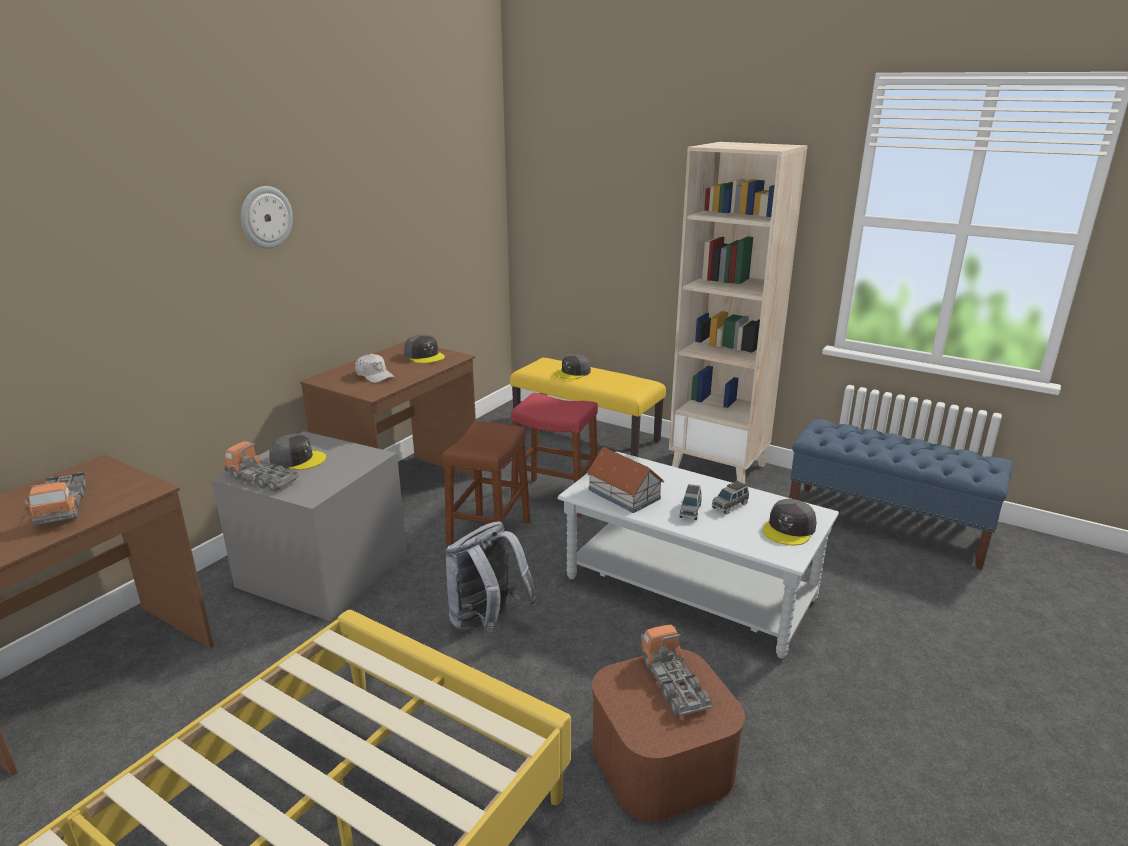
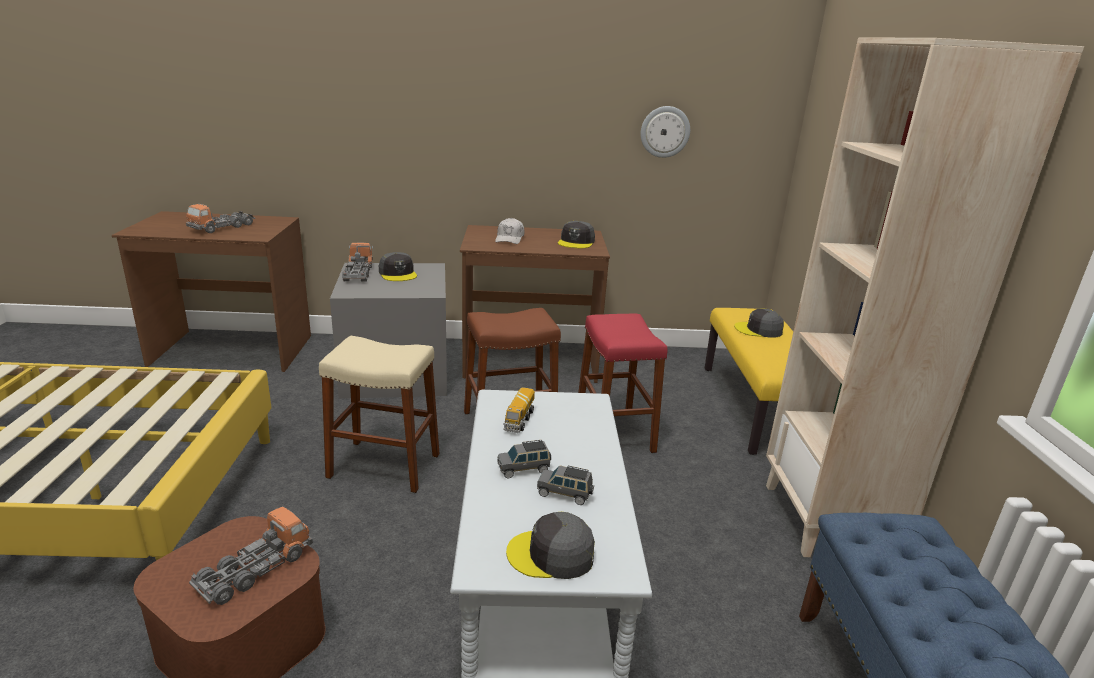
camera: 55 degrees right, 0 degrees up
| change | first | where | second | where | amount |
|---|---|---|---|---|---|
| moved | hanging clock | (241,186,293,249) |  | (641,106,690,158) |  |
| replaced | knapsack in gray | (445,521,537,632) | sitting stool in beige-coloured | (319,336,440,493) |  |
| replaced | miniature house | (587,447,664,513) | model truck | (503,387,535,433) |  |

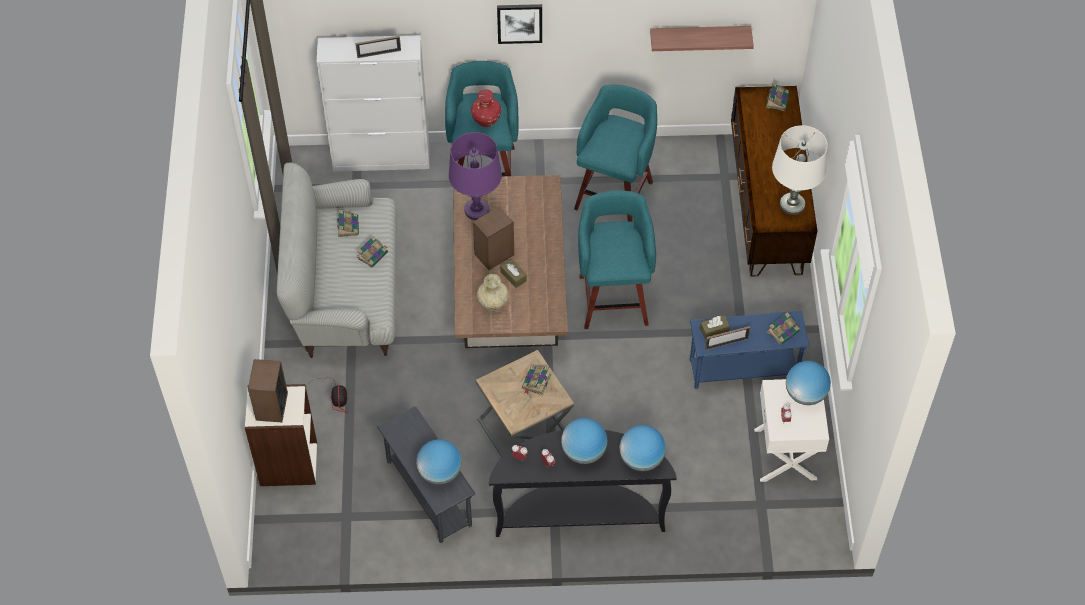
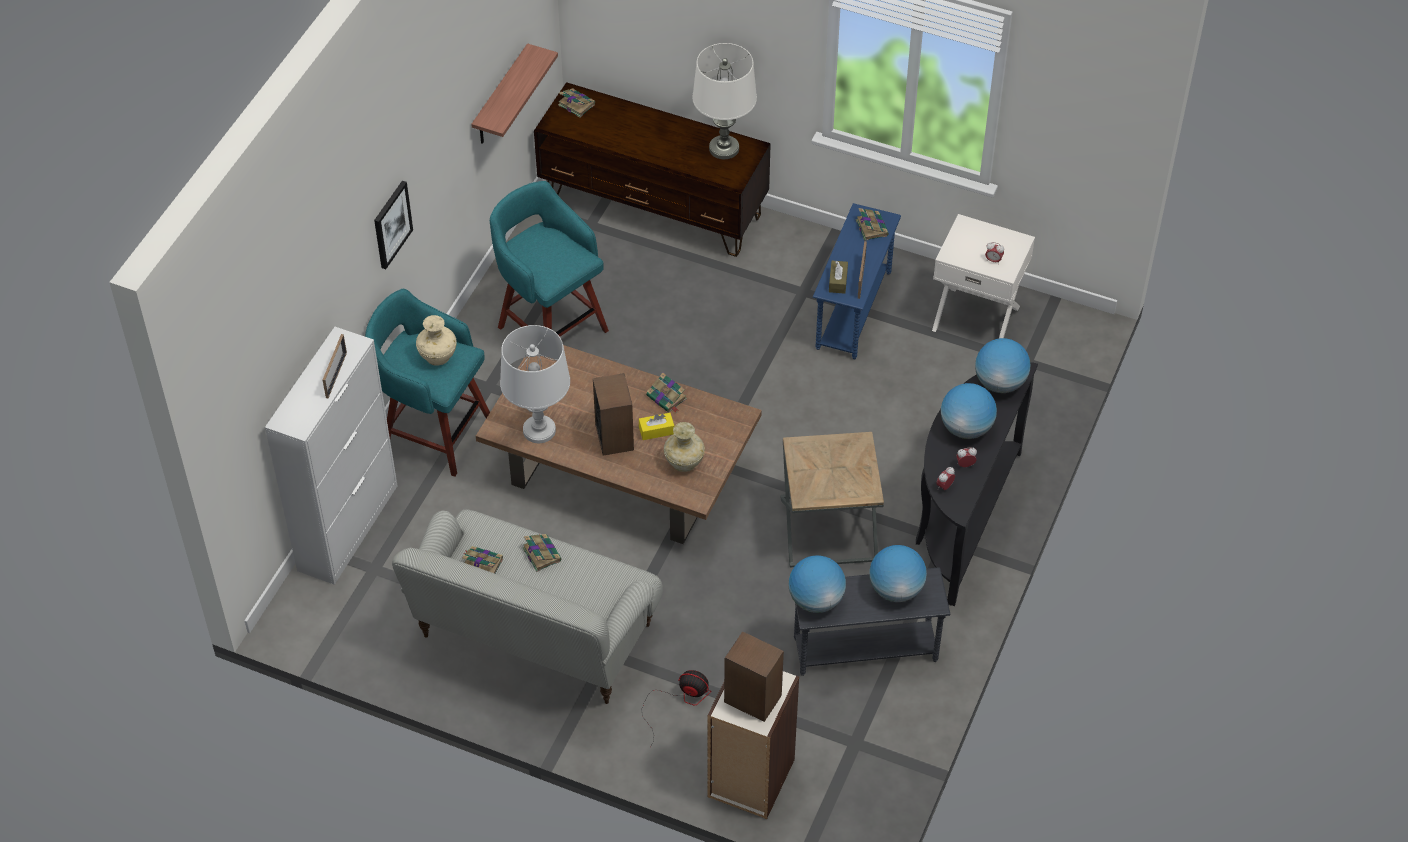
camera: 65 degrees left, 5 degrees down
| change | first | where | second | where | amount |
|---|---|---|---|---|---|
| removed | sitting stool in turquoise-coloured | (578,190,656,329) |  |  |  |
| moved | bound book | (522,366,551,395) |  | (646,373,687,412) |  |
| moved | globe | (786,361,831,405) |  | (789,555,846,613) |  |
| recoloured | lamp for a table in purple | (449,132,502,220) | lamp for a table in white-coloured | (500,325,570,443) |  |
| recoloured | decorative vase in red-coloured | (471,89,501,127) | decorative vase in beige-coloured | (416,315,457,366) |  |
| recoloured | box of tissues in brown-coloured | (500,259,527,288) | box of tissues in yellow | (639,413,674,440) |  |

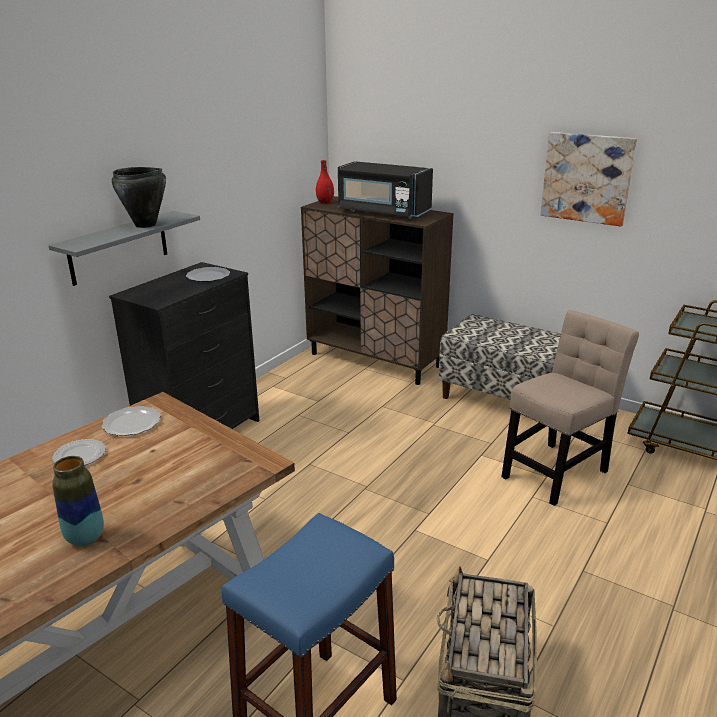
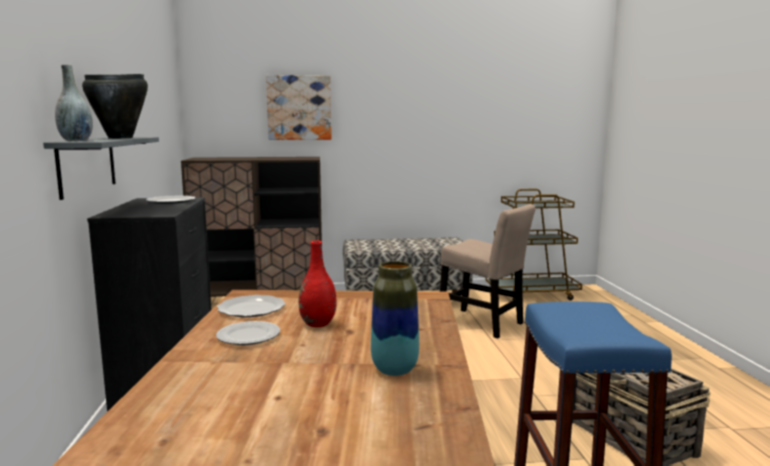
camera: 40 degrees left, 15 degrees down
| change | first | where | second | where | amount |
|---|---|---|---|---|---|
| removed | microwave oven in blackish | (338,161,433,219) |  |  |  |
| added |  |  | decorative vase in gray | (55,64,93,141) |  |
| moved | decorative vase in red-coloured | (316,160,334,204) |  | (299,241,337,327) |  |
| moved | wall picture | (541,132,637,227) |  | (266,75,332,140) |  |
| turned | upright chair in beige-coloured | (501,310,639,506) |  | (440,204,535,338) | 120 degrees clockwise |

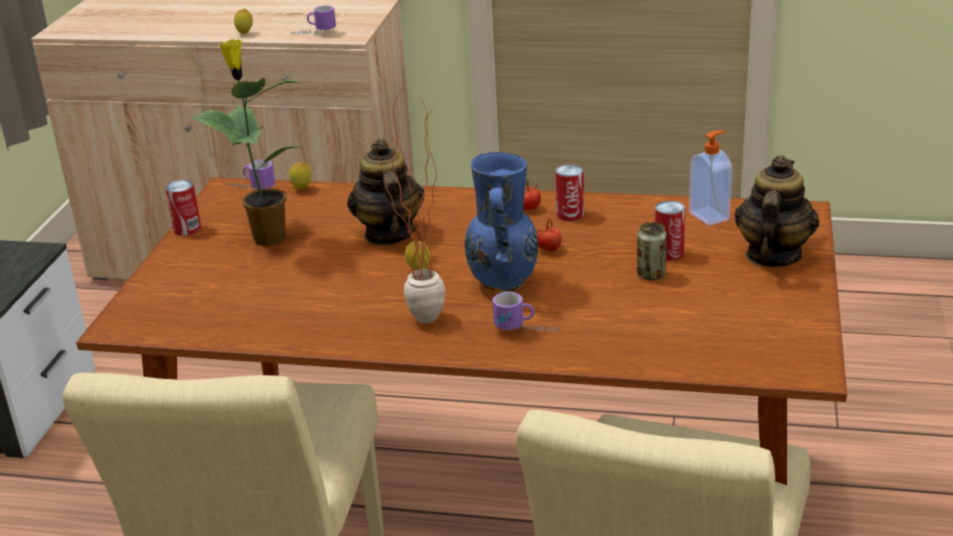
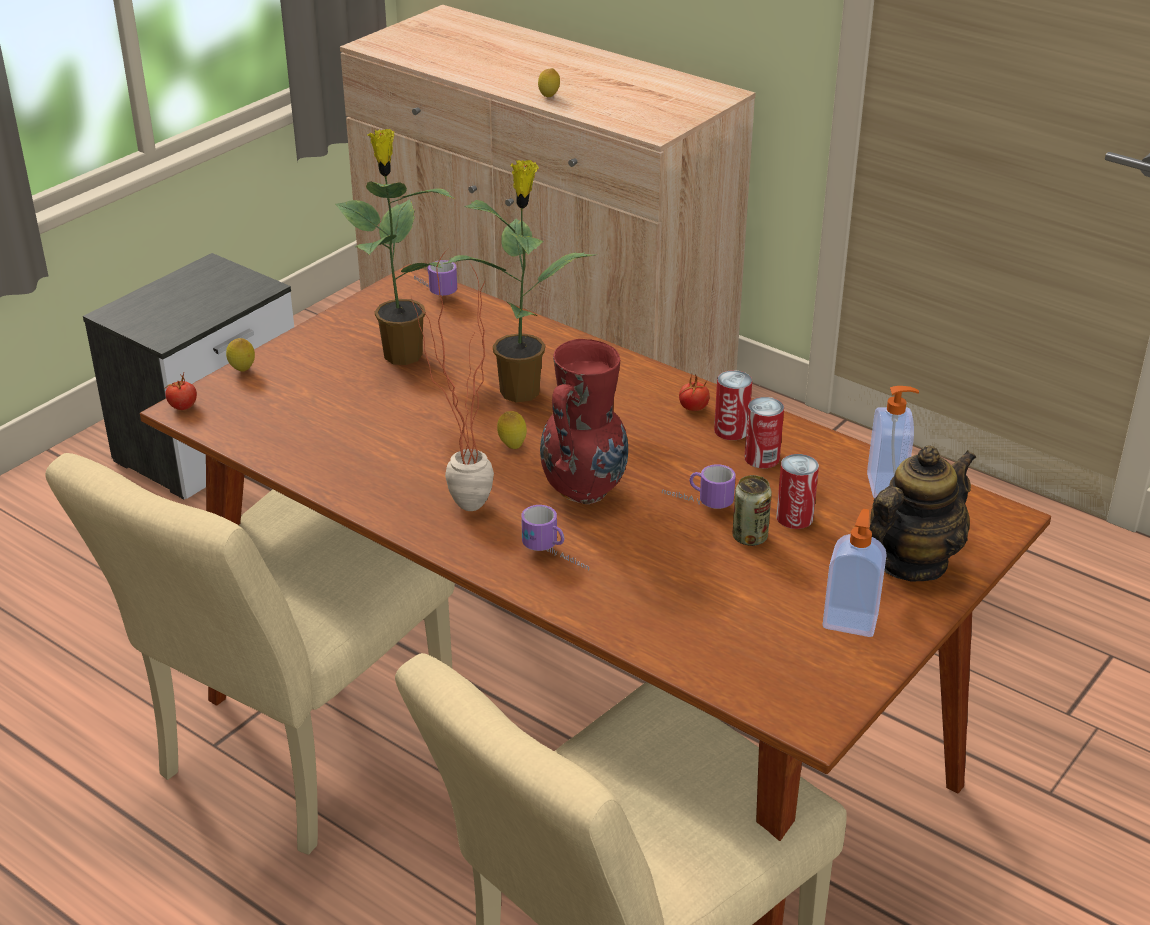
camera: 25 degrees right, 5 degrees up
| change | first | where | second | where | amount |
|---|---|---|---|---|---|
| added |  |  | soap bottle | (823,509,887,637) |  |
| moved | metal can | (165,180,201,236) |  | (744,397,784,468) |  |
| moved | lemon | (289,162,312,189) |  | (226,338,255,372) |  |
| moved | tea mug | (291,6,336,35) |  | (662,464,736,509) |  |
| moved | whole tomato | (537,219,562,251) |  | (165,373,197,410) |  |
| replaced | tea pot | (347,139,425,245) | houseplant | (443,160,598,402) |  |
| recoloured | decorative vase in bluish | (465,152,538,292) | decorative vase in red-coloured | (540,339,628,505) |  |

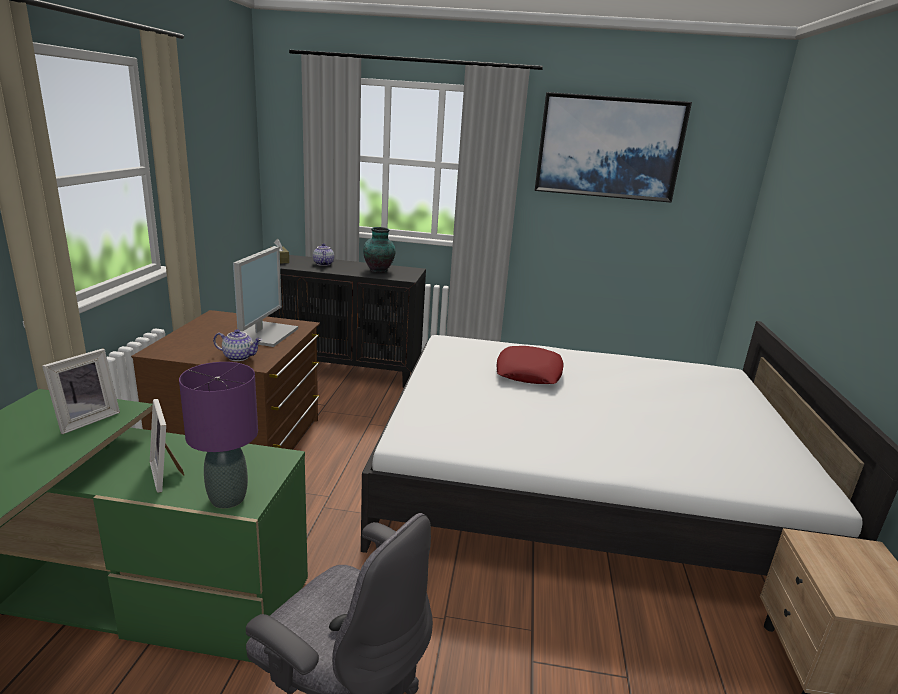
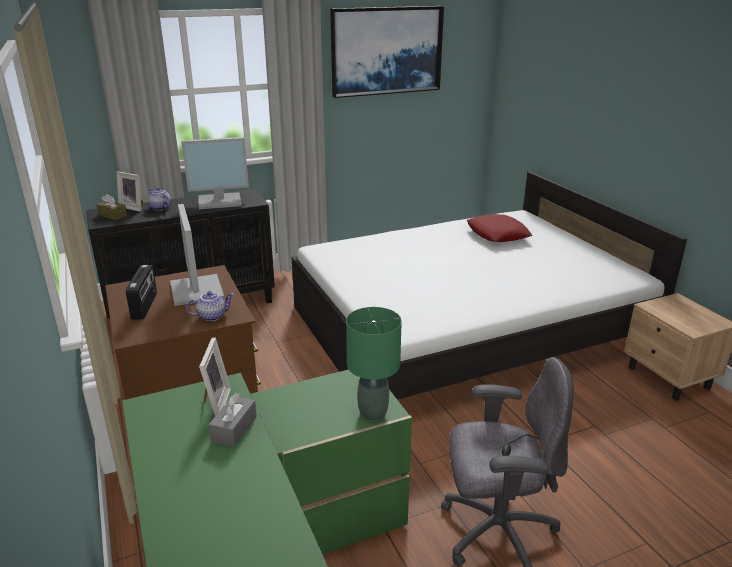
camera: 30 degrees left, 5 degrees up
| change | first | where | second | where | amount |
|---|---|---|---|---|---|
| added |  |  | radio set | (126,265,157,320) |  |
| added |  |  | box of tissues in gray | (209,393,257,447) |  |
| moved | picture frame | (150,399,184,493) |  | (117,171,143,212) |  |
| moved | pillow in red-coloured | (496,346,563,384) |  | (467,214,532,242) |  |
| replaced | decorative vase | (363,227,396,273) | monitor | (181,137,249,209) |  |
| recoloured | lamp for a table in purple | (179,362,258,509) | lamp for a table in greenish | (346,307,402,421) |  |

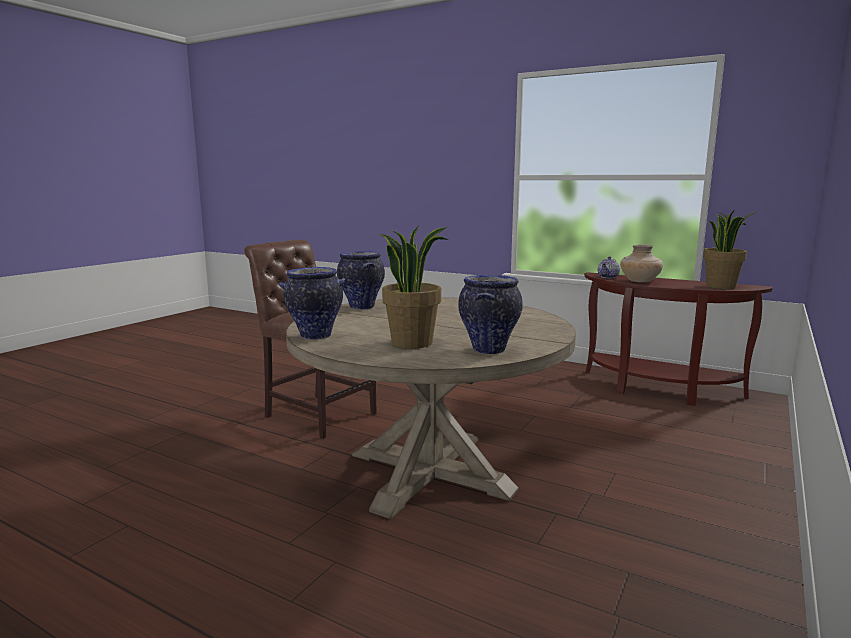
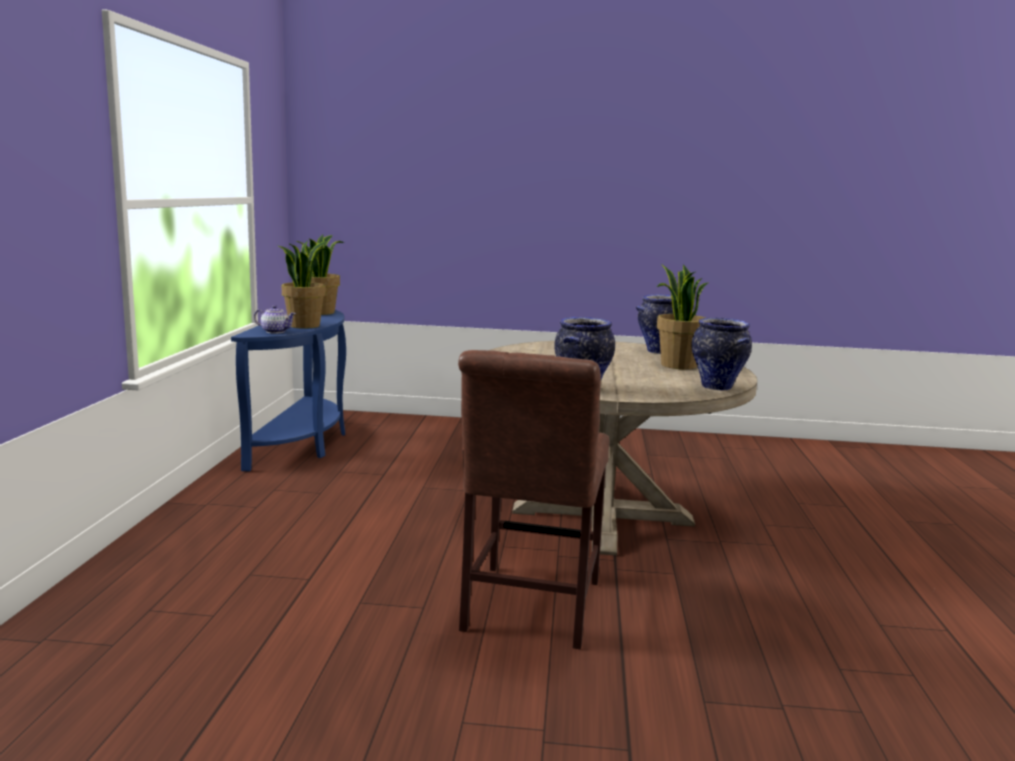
camera: 115 degrees left, 0 degrees up
| change | first | where | second | where | amount |
|---|---|---|---|---|---|
| replaced | decorative vase in beige-coloured | (620,245,663,282) | houseplant | (278,240,330,329) |  |
| recoloured | hall table in brown-coloured | (584,272,772,406) | hall table in bluish | (231,310,346,472) |  |

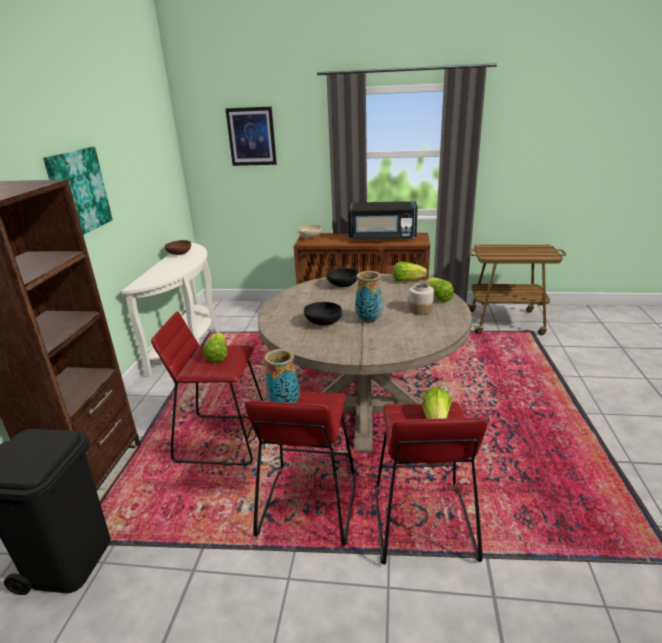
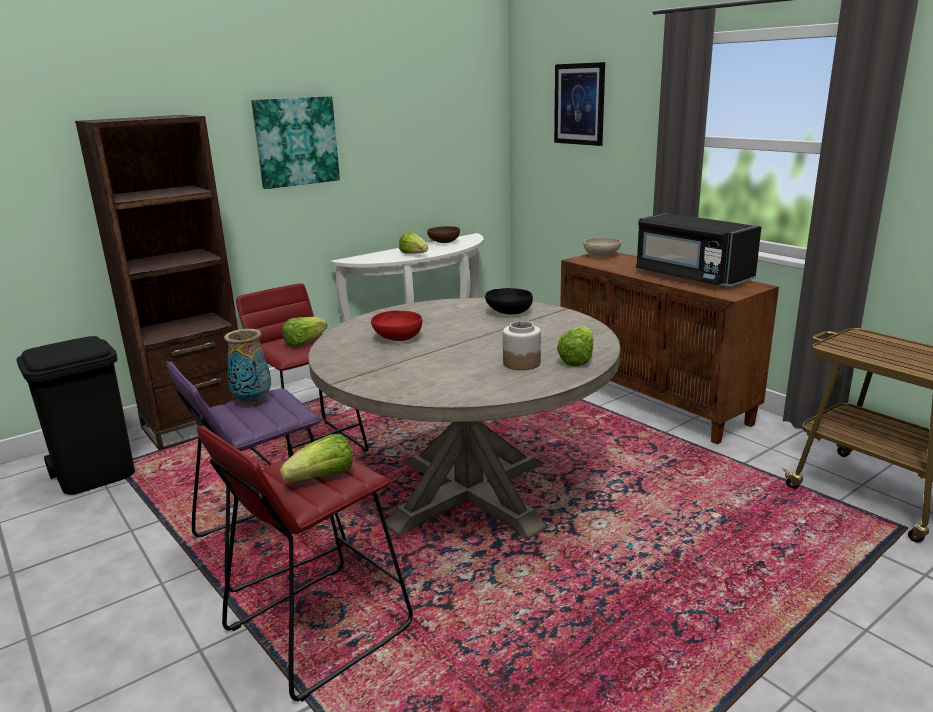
camera: 45 degrees right, 5 degrees down
| change | first | where | second | where | amount |
|---|---|---|---|---|---|
| removed | decorative vase | (355,271,383,323) |  |  |  |
| moved | head of lettuce | (393,262,427,282) |  | (399,232,428,254) |  |
| recoloured | sitting stool in red-coloured | (245,391,356,546) | sitting stool in purple | (166,362,345,592) |  |
| recoloured | bowl in blackish | (304,302,342,326) | bowl in red-coloured | (371,310,422,341) |  |

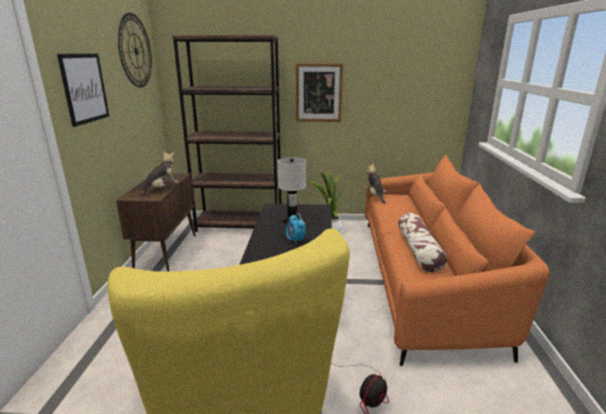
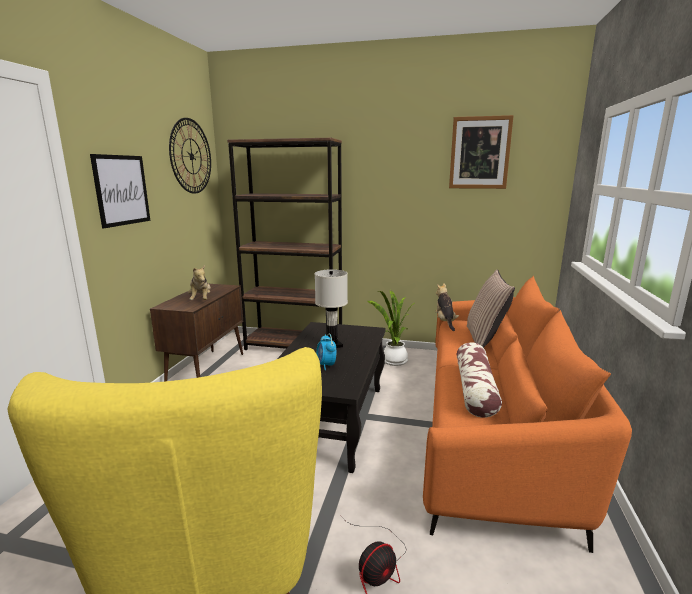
camera: 10 degrees right, 5 degrees down
| change | first | where | second | where | amount |
|---|---|---|---|---|---|
| added |  |  | pillow | (467,270,515,348) |  |
| moved | wall picture | (296,63,343,122) |  | (449,115,514,189) |  |
| turned | plush toy | (140,151,179,197) |  | (188,265,211,300) | 120 degrees clockwise |

